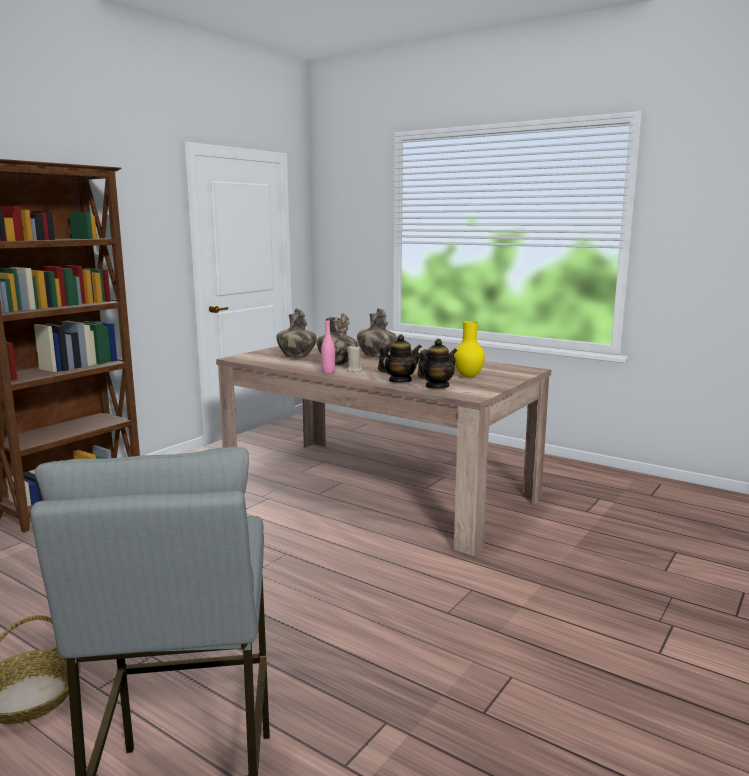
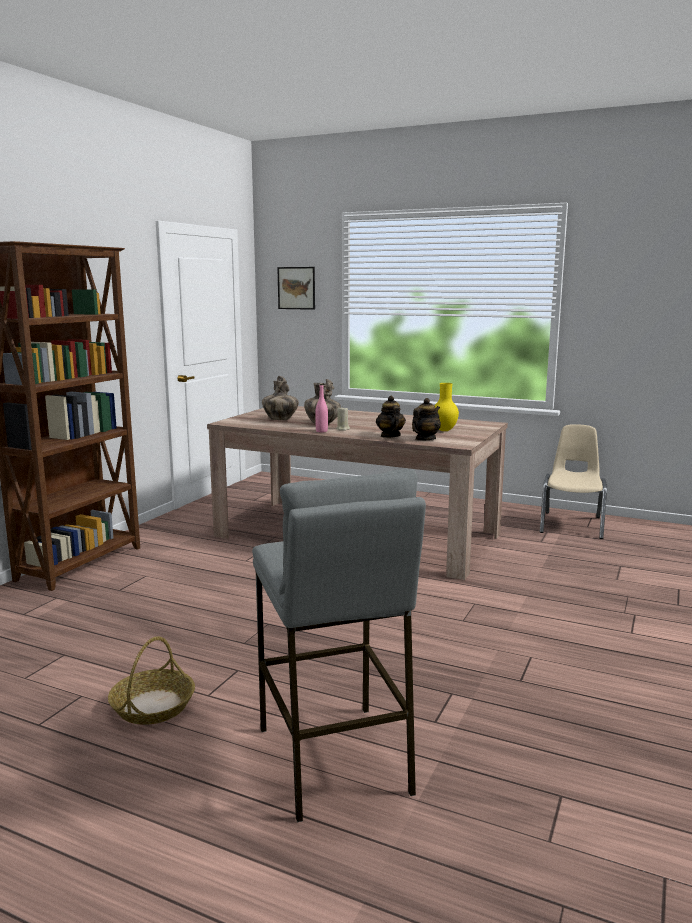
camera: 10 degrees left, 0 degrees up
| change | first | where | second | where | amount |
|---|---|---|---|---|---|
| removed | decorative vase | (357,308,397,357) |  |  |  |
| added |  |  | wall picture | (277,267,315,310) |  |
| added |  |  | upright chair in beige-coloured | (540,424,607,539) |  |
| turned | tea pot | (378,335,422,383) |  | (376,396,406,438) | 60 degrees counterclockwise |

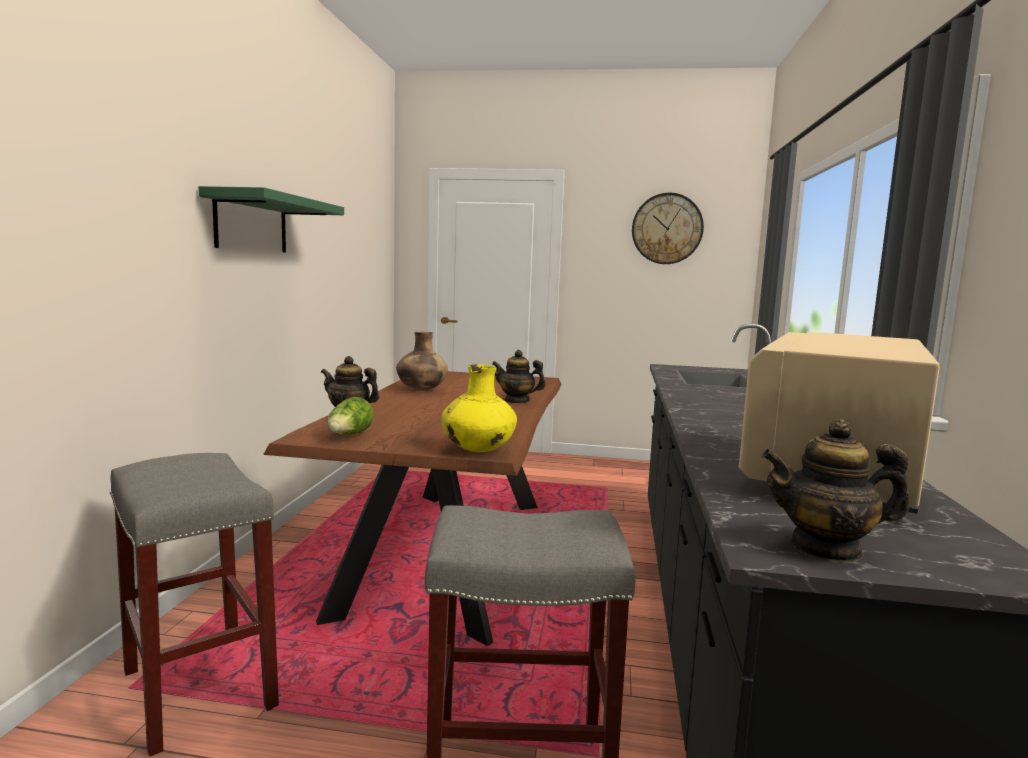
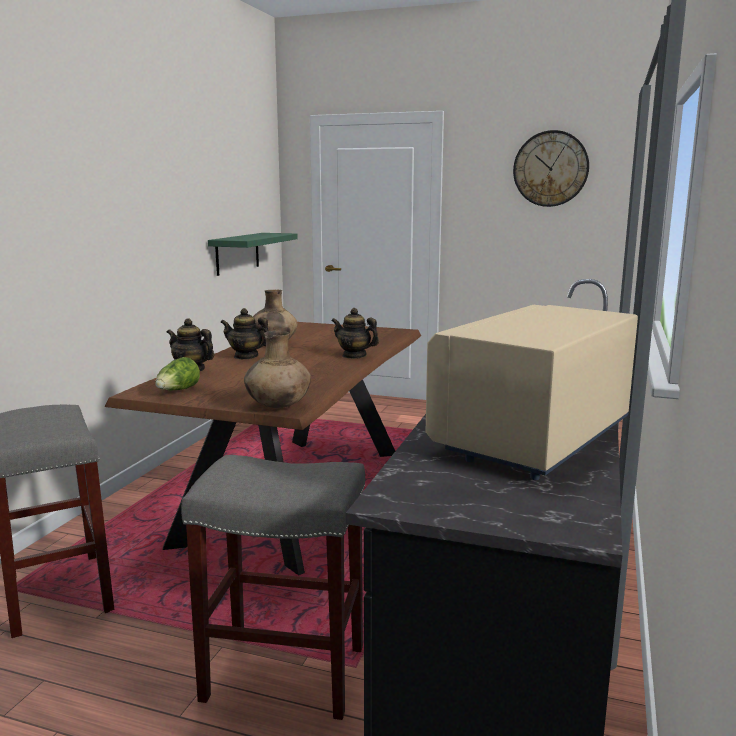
camera: 10 degrees right, 5 degrees up
| change | first | where | second | where | amount |
|---|---|---|---|---|---|
| moved | bracket shelf in greenish | (199,186,344,252) |  | (208,233,298,276) |  |
| moved | tea pot | (762,419,910,563) |  | (220,308,269,359) |  |
| recoloured | decorative vase in yellow | (442,364,517,452) | decorative vase in brown-coloured | (244,330,311,408) |  |

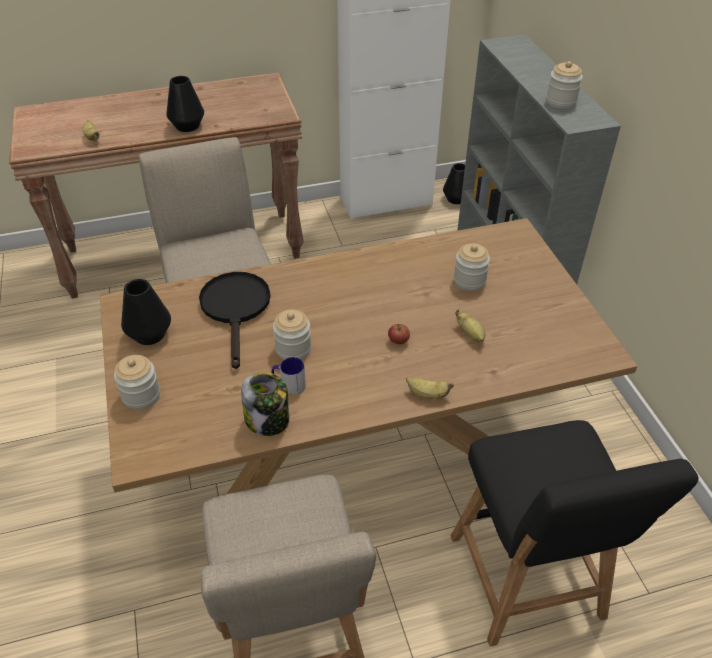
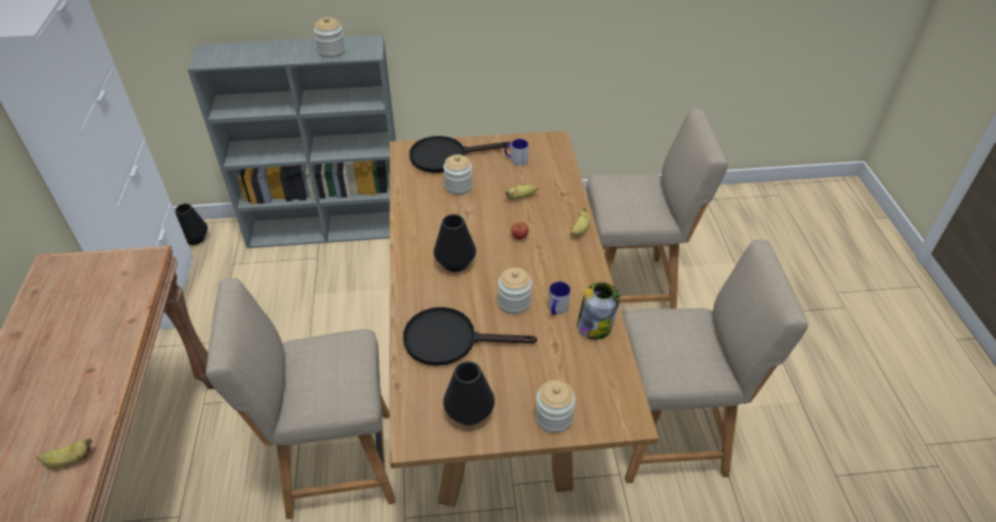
camera: 80 degrees left, 0 degrees up
| change | first | where | second | where | amount |
|---|---|---|---|---|---|
| added |  |  | pan in blackish | (409,136,511,173) |  |
| added |  |  | tea mug | (505,139,528,166) |  |
| moved | decorative vase in blackish | (166,76,204,132) |  | (434,214,476,272) |  |
| recoloured | upright chair in blackish | (451,420,698,647) | upright chair in beige-coloured | (586,108,728,309) |  |

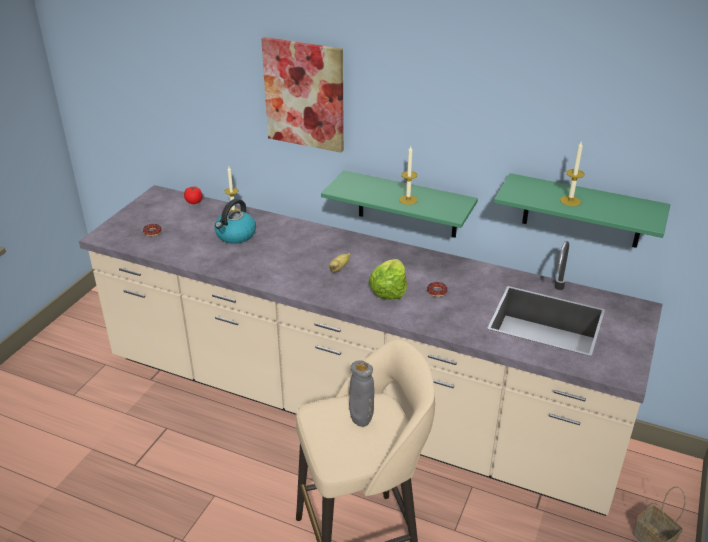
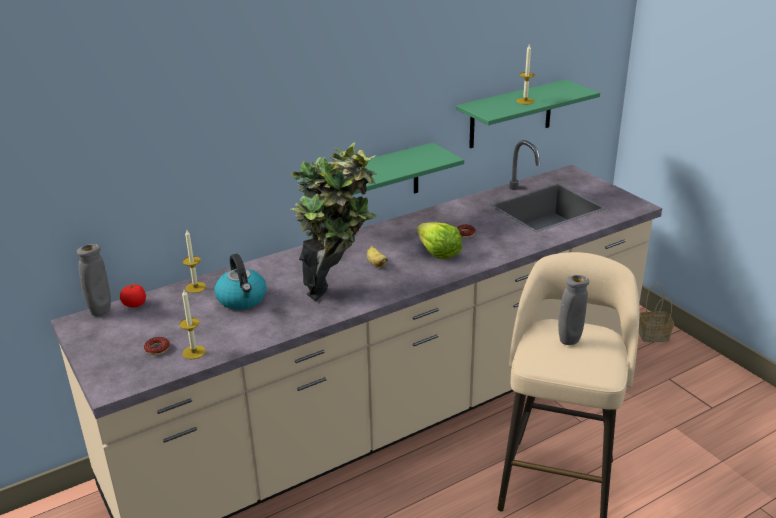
camera: 55 degrees left, 5 degrees down
| change | first | where | second | where | amount |
|---|---|---|---|---|---|
| removed | wall picture | (261,37,344,153) |  |  |  |
| added |  |  | decorative vase in gray | (77,244,111,316) |  |
| added |  |  | houseplant | (291,142,377,301) |  |
| moved | wax light | (399,146,417,205) |  | (179,290,206,359) |  |

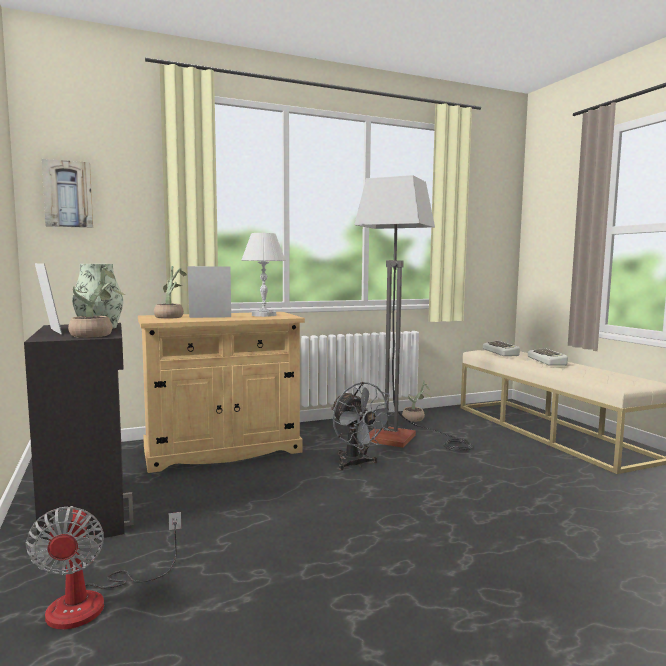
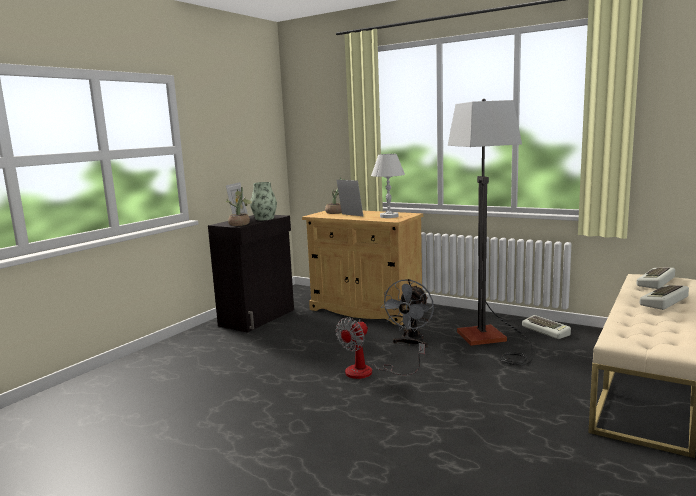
camera: 55 degrees right, 5 degrees up
| change | first | where | second | where | amount |
|---|---|---|---|---|---|
| removed | wall picture | (41,159,93,228) |  |  |  |
| moved | fan | (26,506,182,630) |  | (336,317,425,379) |  |
| replaced | houseplant | (402,381,432,422) | keyboard | (522,315,571,339) |  |

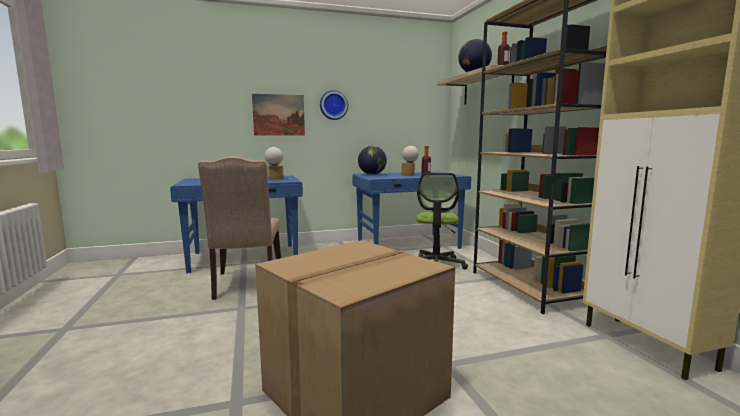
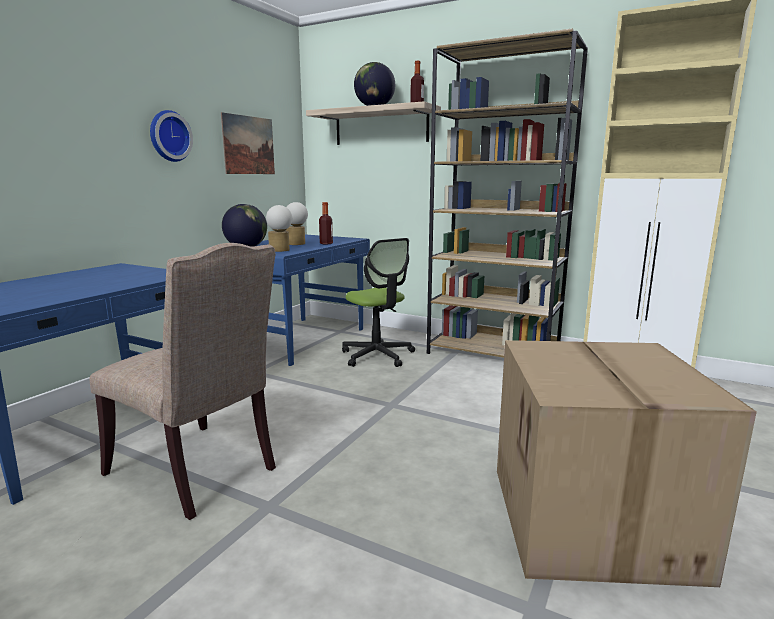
camera: 45 degrees left, 5 degrees up
| change | first | where | second | where | amount |
|---|---|---|---|---|---|
| moved | wall picture | (252,94,305,136) |  | (221,112,275,174) |  |
| moved | lamp for a table | (265,147,284,180) |  | (266,205,292,252) |  |

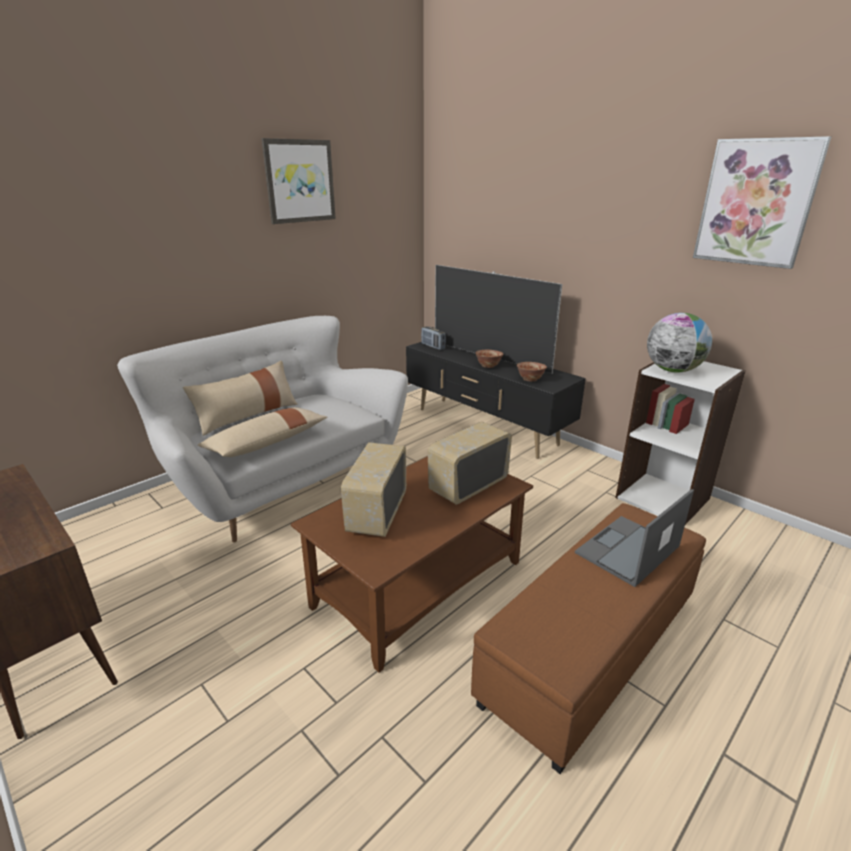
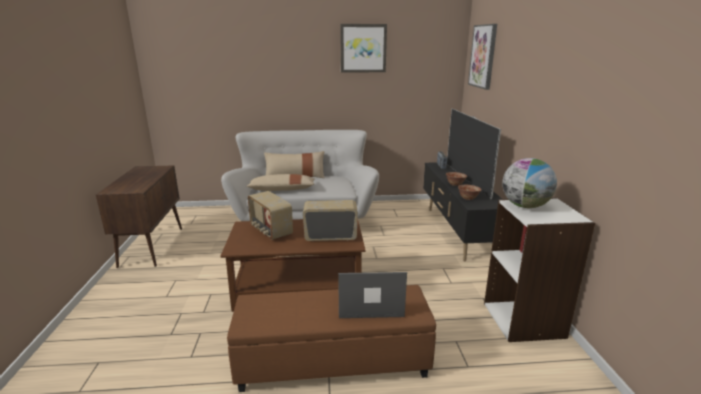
camera: 40 degrees right, 5 degrees down
| change | first | where | second | where | amount |
|---|---|---|---|---|---|
| moved | wall picture | (693,136,831,269) |  | (468,24,497,90) |  |
| turned | radio set | (341,442,406,537) |  | (247,191,293,240) | 90 degrees counterclockwise |

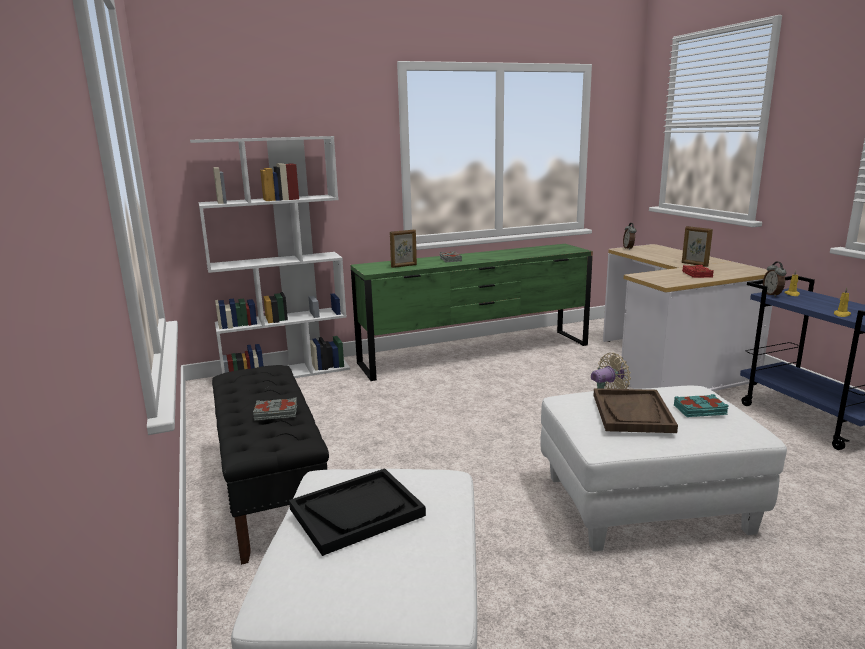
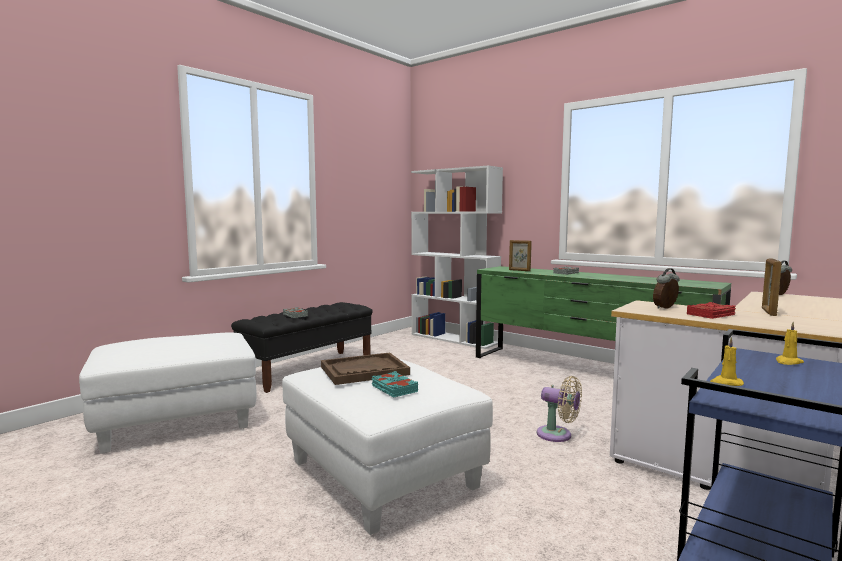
camera: 60 degrees right, 10 degrees down
| change | first | where | second | where | amount |
|---|---|---|---|---|---|
| removed | carrying tray in blackish | (289,468,426,556) |  |  |  |
| moved | bedside clock | (763,262,787,297) |  | (653,268,680,309) |  |

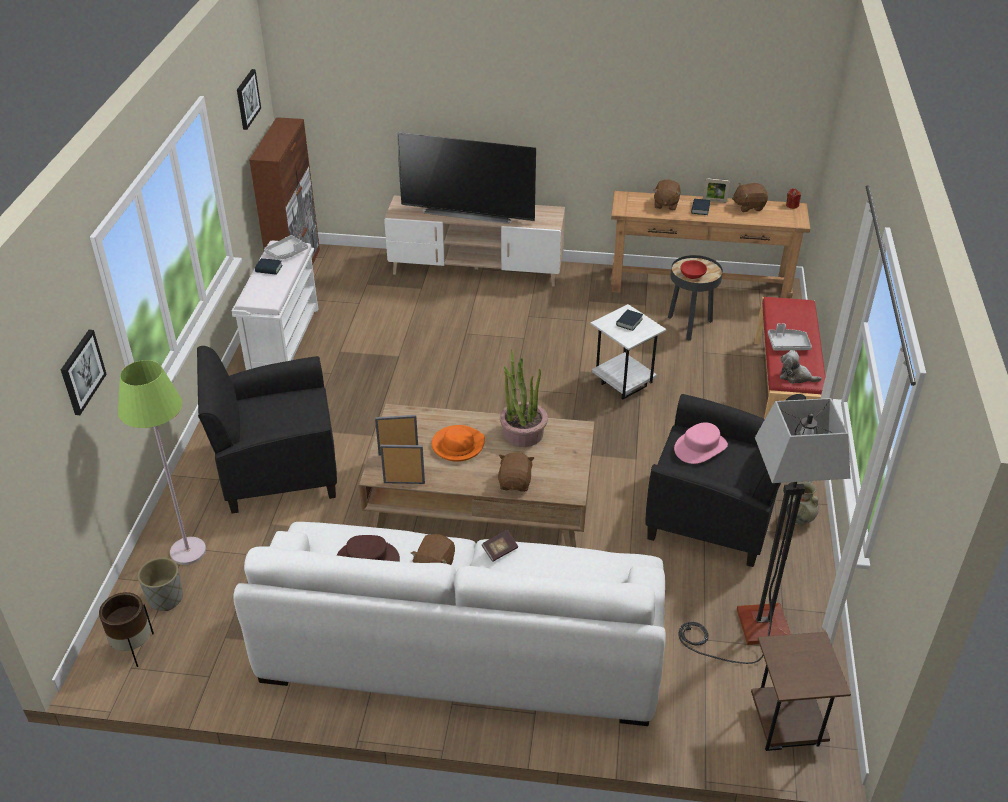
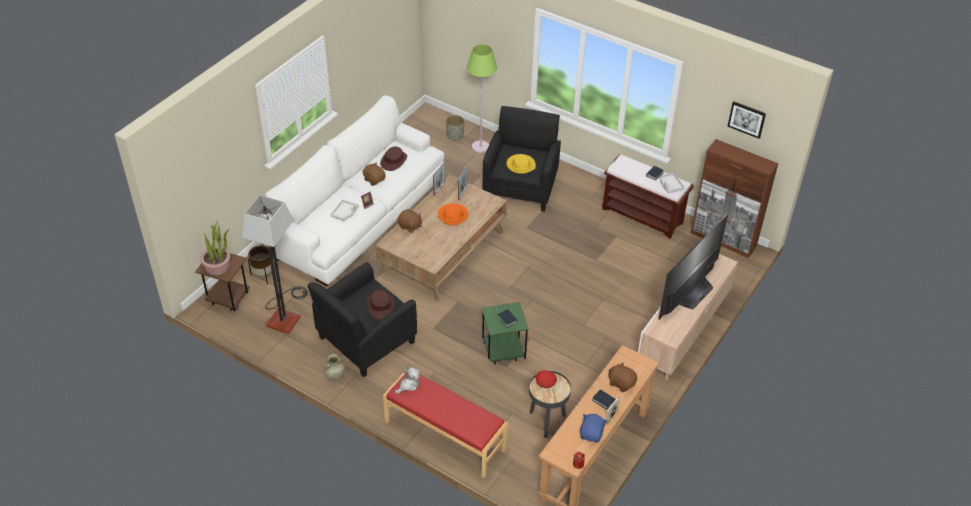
camera: 115 degrees right, 5 degrees up
| change | first | where | second | where | amount |
|---|---|---|---|---|---|
| removed | wall picture | (61,329,107,415) |  |  |  |
| added |  |  | hat in yellow | (506,154,536,174) |  |
| moved | plant pot in brown-coloured | (99,592,154,667) |  | (248,245,272,285) |  |
| moved | houseplant | (500,350,548,447) |  | (200,221,231,275) |  |
| moved | carrying tray in gray | (768,324,812,351) |  | (330,200,359,221) |  |
| recoloured | bench in white-coloured | (232,241,318,370) | bench in brown-coloured | (602,154,693,239) |  |
| recoloured | side table in white-coloured | (591,304,666,400) | side table in greenish | (482,302,529,364) |  |
| recoloured | hat in pink | (674,422,728,464) | hat in brown-coloured | (367,290,394,320) |  |
| recoloured | plush toy in brown-coloured | (732,183,768,212) | plush toy in bluish | (580,414,607,443) |  |

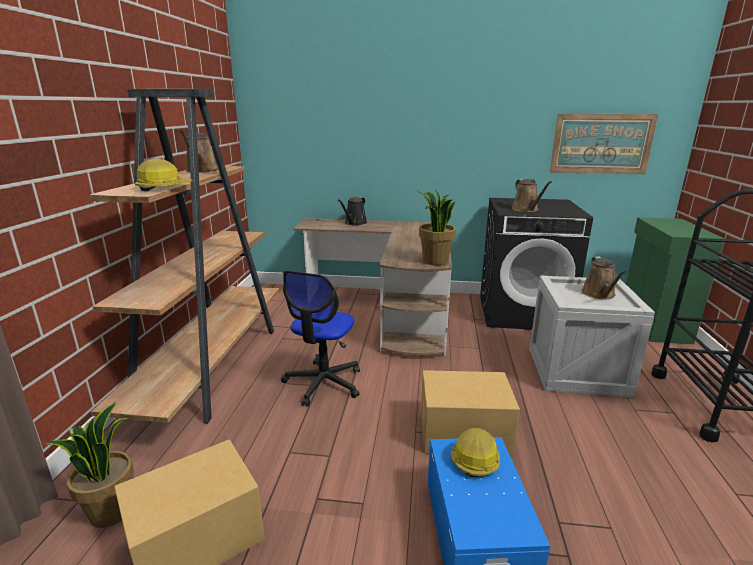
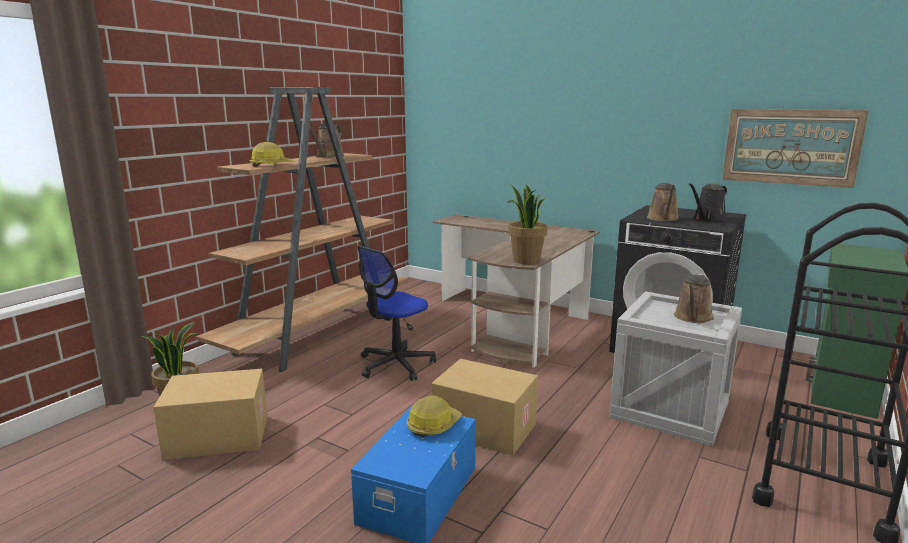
camera: 25 degrees right, 5 degrees down
| change | first | where | second | where | amount |
|---|---|---|---|---|---|
| moved | watering can in blackish | (338,197,367,225) |  | (689,183,727,222) |  |

